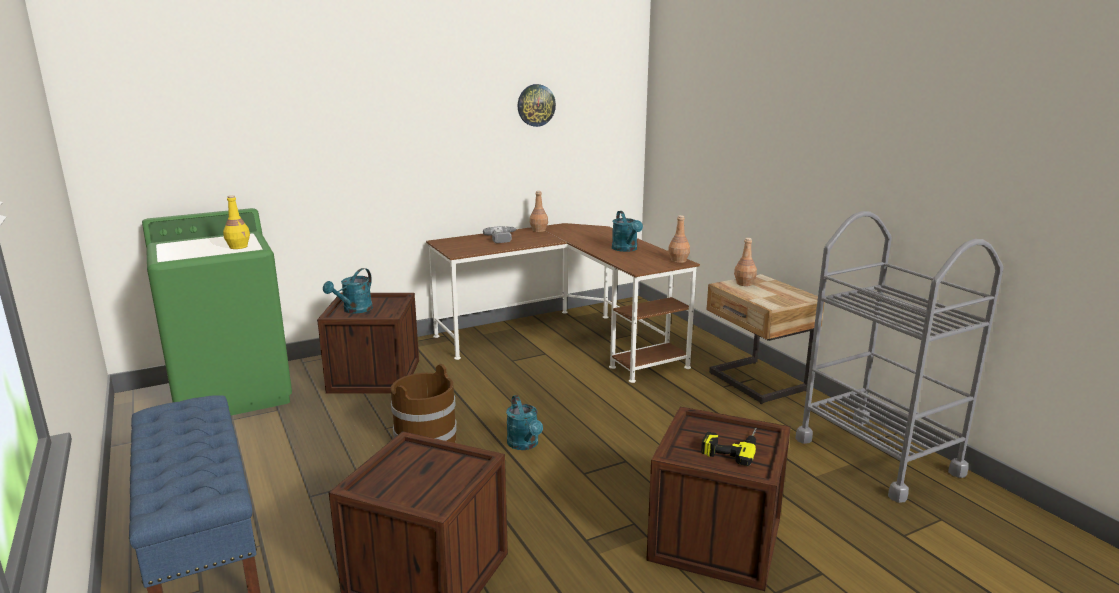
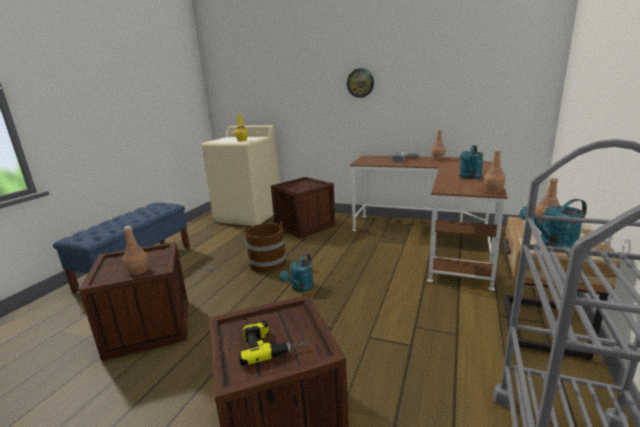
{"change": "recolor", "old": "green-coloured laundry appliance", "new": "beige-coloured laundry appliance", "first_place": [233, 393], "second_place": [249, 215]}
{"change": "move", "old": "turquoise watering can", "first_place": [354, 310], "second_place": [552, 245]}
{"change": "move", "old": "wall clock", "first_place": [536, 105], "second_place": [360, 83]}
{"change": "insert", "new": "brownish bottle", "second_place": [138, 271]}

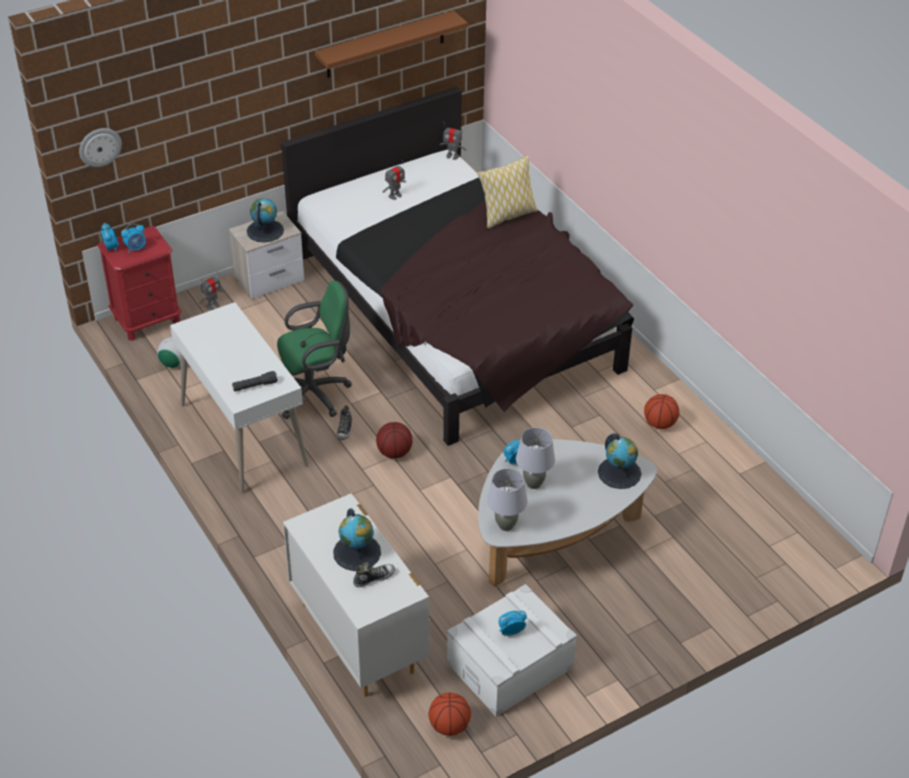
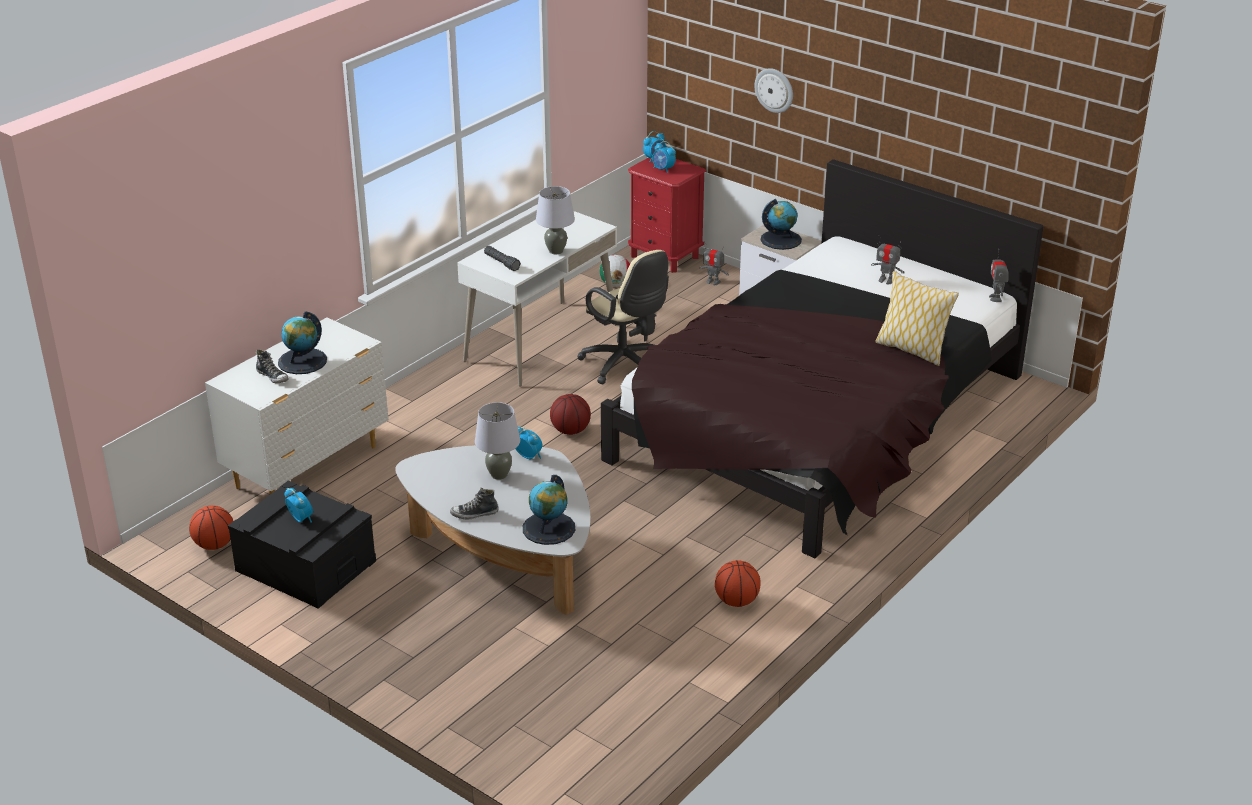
{"change": "move", "old": "wall clock", "first_place": [99, 146], "second_place": [774, 90]}
{"change": "recolor", "old": "green-coloured desk chair", "new": "beige-coloured desk chair", "first_place": [315, 394], "second_place": [626, 366]}
{"change": "delete", "old": "brownish bracket shelf", "first_place": [385, 45]}
{"change": "move", "old": "item of footwear", "first_place": [344, 430], "second_place": [474, 514]}
{"change": "recolor", "old": "white-coloured storage box", "new": "blackish storage box", "first_place": [510, 665], "second_place": [305, 566]}
{"change": "move", "old": "grey lamp for a table", "first_place": [505, 525], "second_place": [555, 251]}

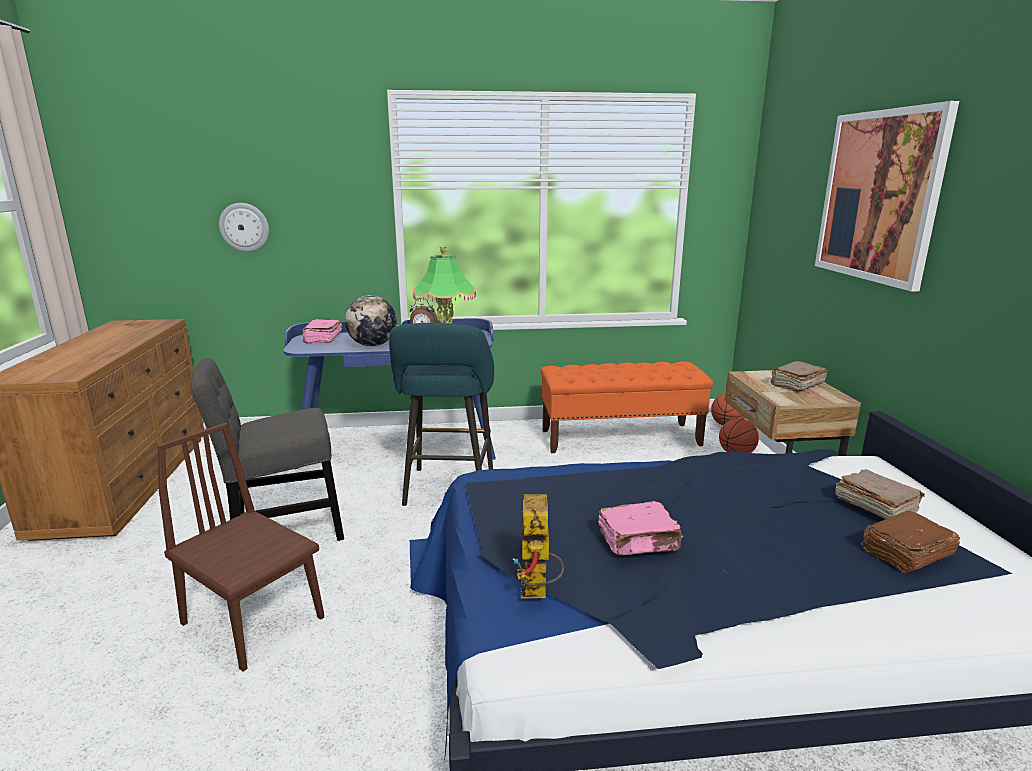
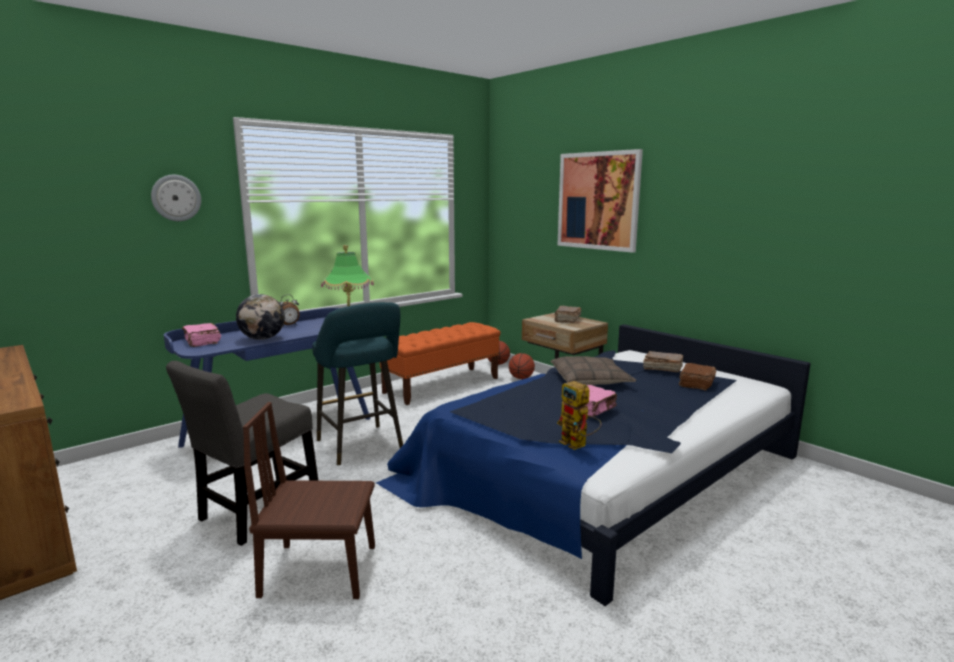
{"change": "move", "old": "wall clock", "first_place": [244, 227], "second_place": [176, 198]}
{"change": "insert", "new": "cushion", "second_place": [590, 380]}

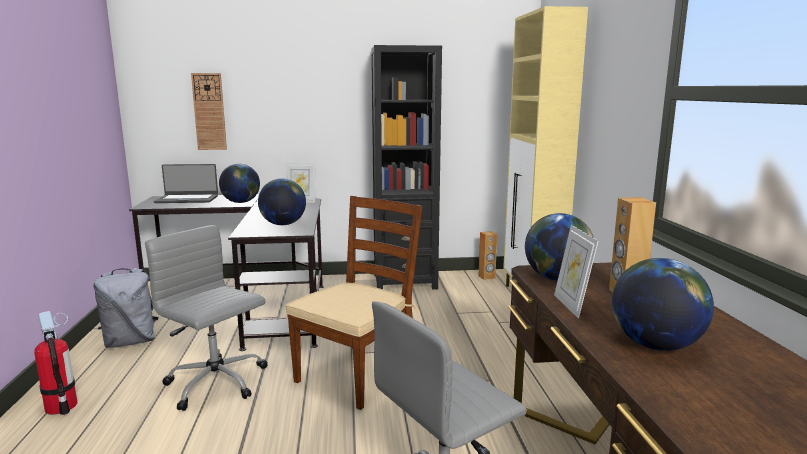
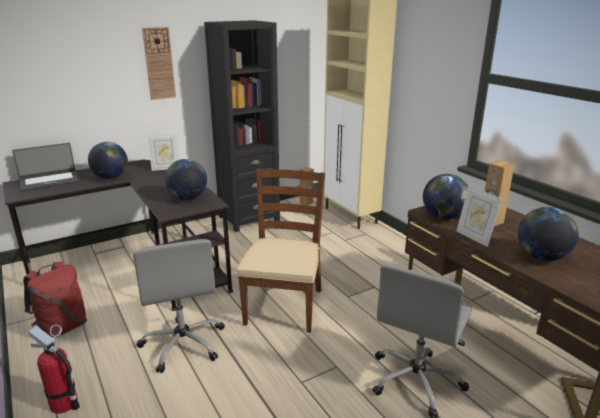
{"change": "recolor", "old": "grey knapsack", "new": "reddish knapsack", "first_place": [131, 341], "second_place": [62, 328]}
{"change": "rotate", "old": "grey desk chair", "first_place": [217, 383], "second_place": [183, 343], "degrees": -120}
{"change": "move", "old": "wall clock", "first_place": [209, 112], "second_place": [159, 63]}

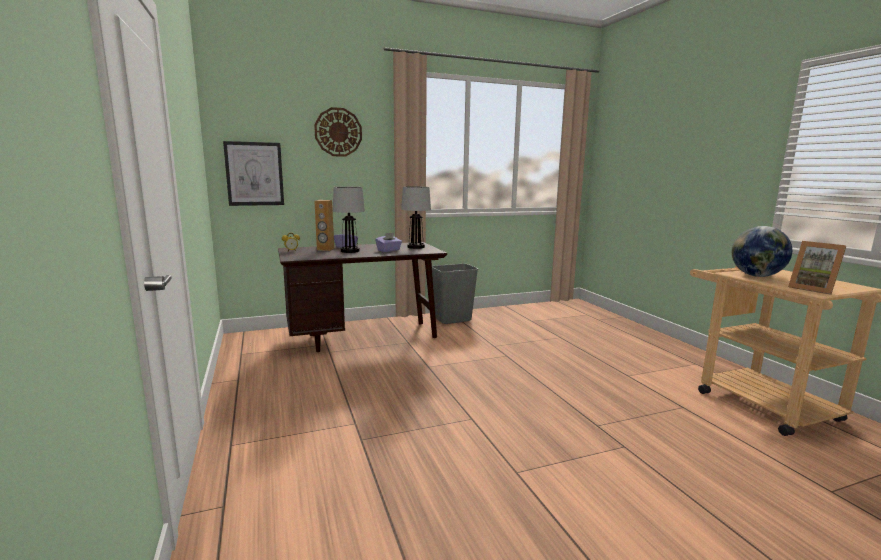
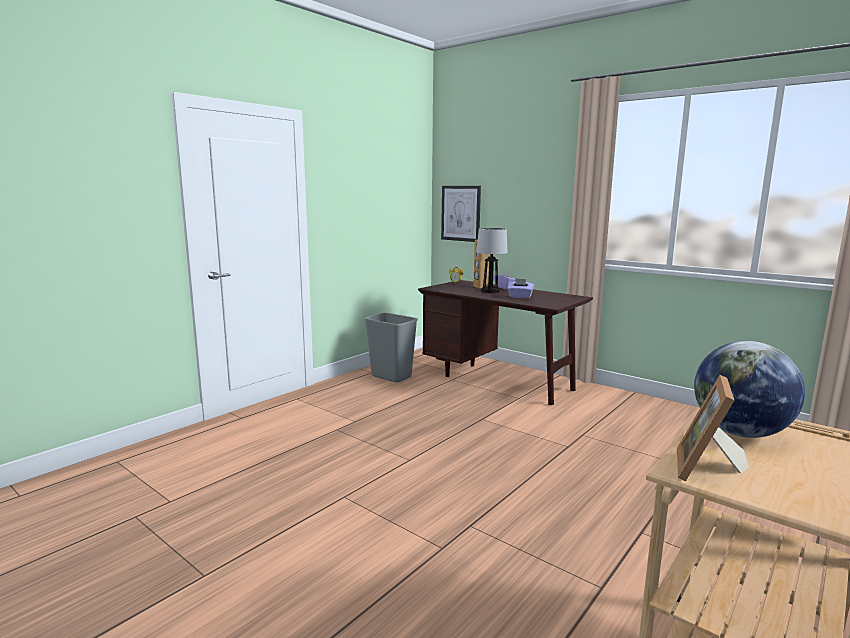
{"change": "delete", "old": "wall clock", "first_place": [338, 132]}
{"change": "delete", "old": "lamp for a table", "first_place": [416, 247]}
{"change": "move", "old": "grey rubbish bin", "first_place": [453, 320], "second_place": [392, 377]}

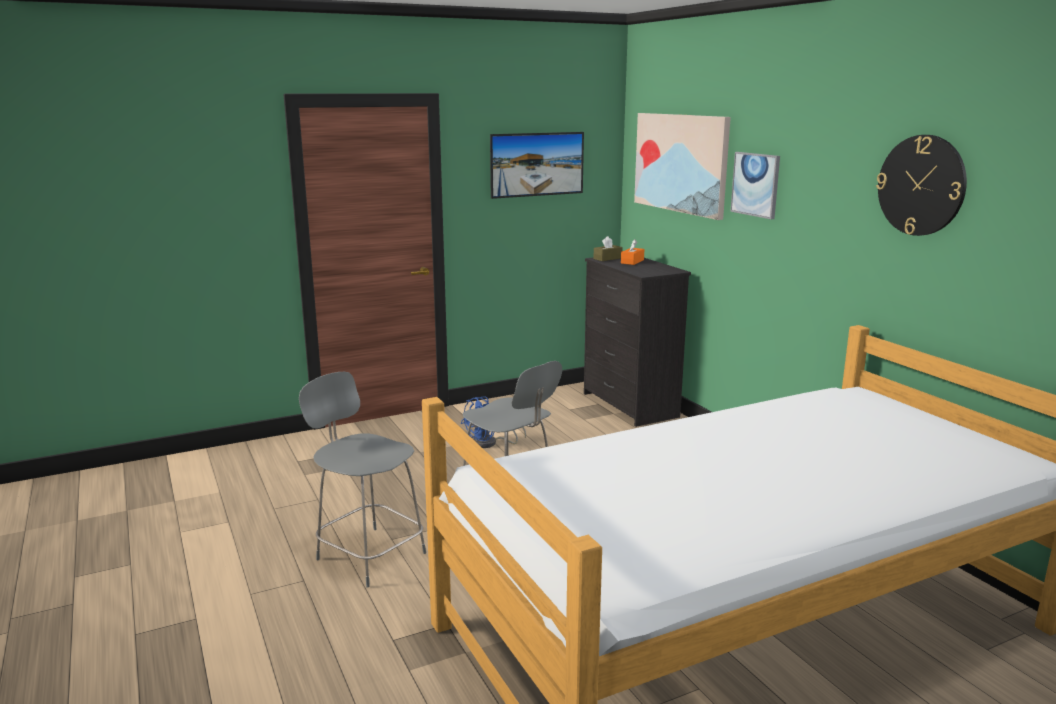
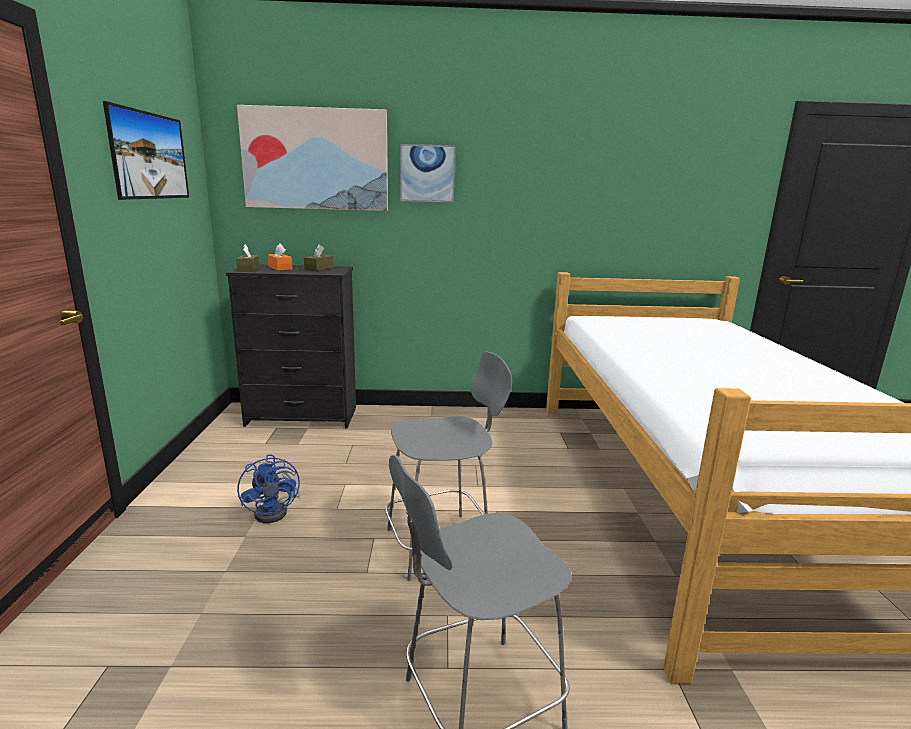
{"change": "delete", "old": "wall clock", "first_place": [921, 185]}
{"change": "insert", "new": "brownish tissue box", "second_place": [319, 269]}

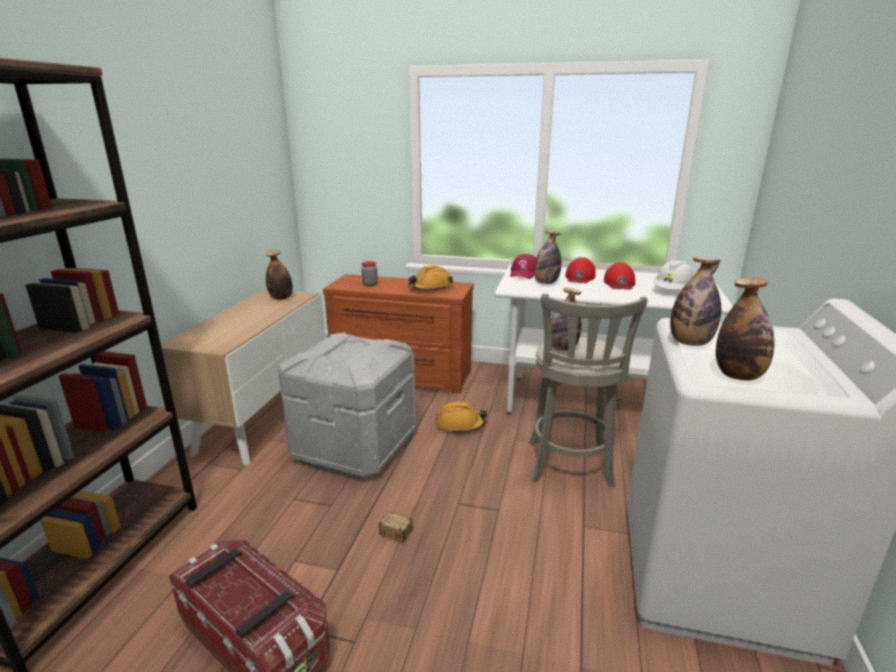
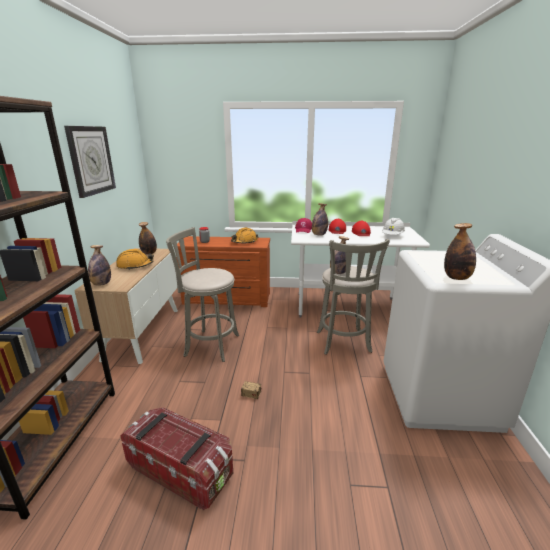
{"change": "replace", "old": "grey storage box", "new": "grey stool seat", "first_place": [354, 446], "second_place": [209, 345]}
{"change": "move", "old": "orangey safety helmet", "first_place": [459, 425], "second_place": [135, 266]}
{"change": "move", "old": "bottle", "first_place": [690, 343], "second_place": [101, 284]}
{"change": "insert", "new": "wall clock", "second_place": [91, 160]}

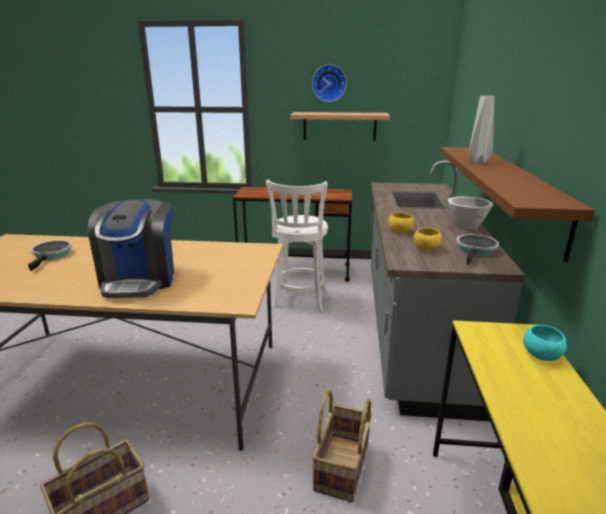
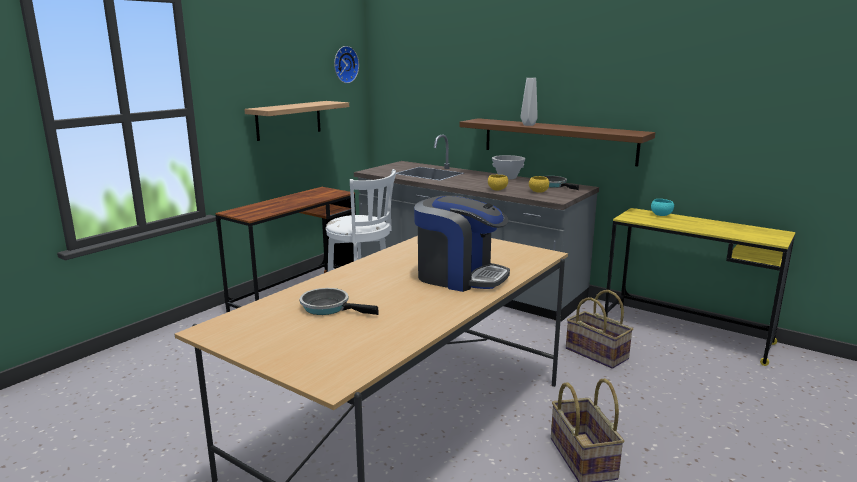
{"change": "move", "old": "wall clock", "first_place": [329, 83], "second_place": [344, 64]}

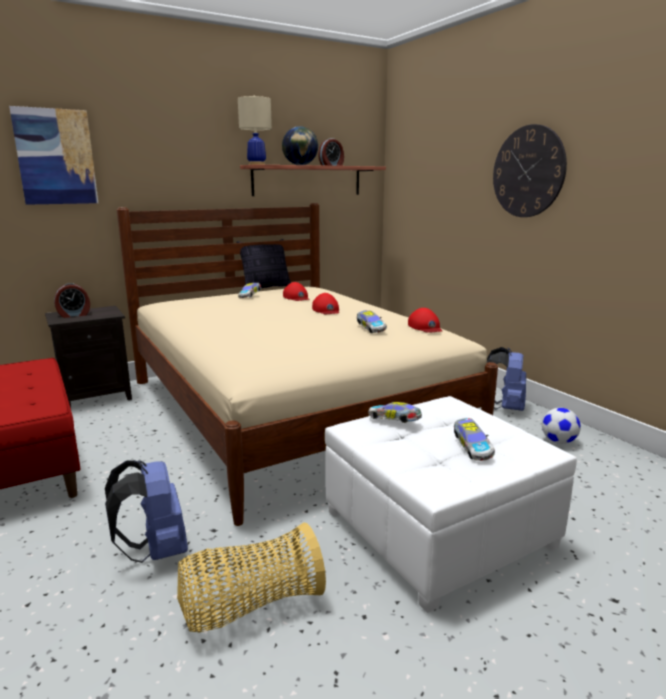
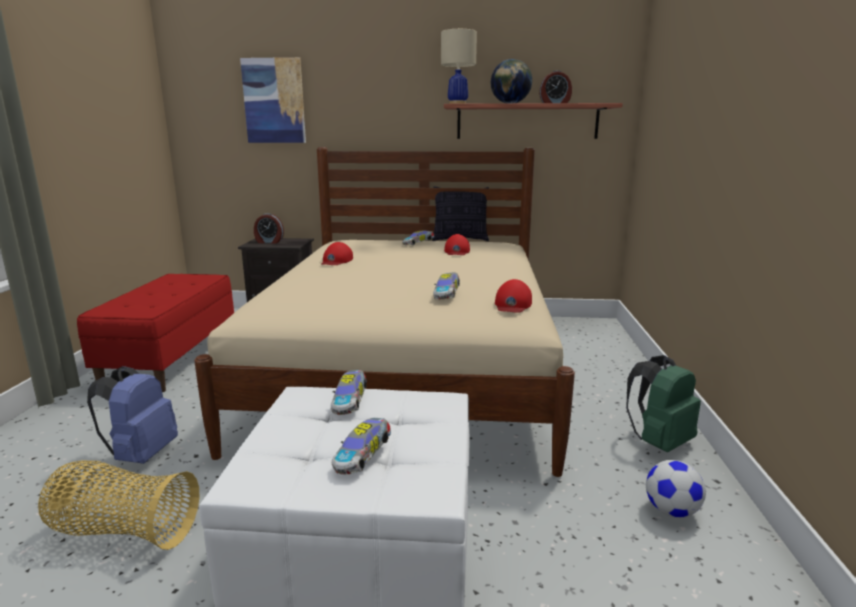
{"change": "move", "old": "reddish peaked cap", "first_place": [326, 310], "second_place": [336, 261]}
{"change": "rotate", "old": "miniature car", "first_place": [395, 421], "second_place": [350, 401], "degrees": -150}
{"change": "recolor", "old": "blue-coloured knapsack", "new": "green-coloured knapsack", "first_place": [505, 408], "second_place": [659, 442]}
{"change": "delete", "old": "wall clock", "first_place": [528, 172]}

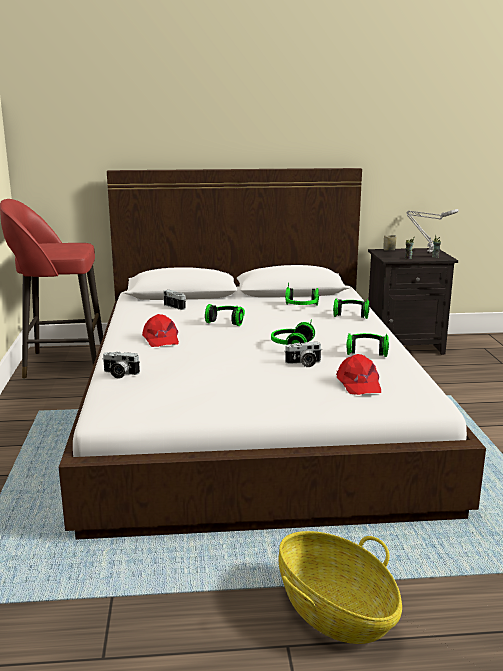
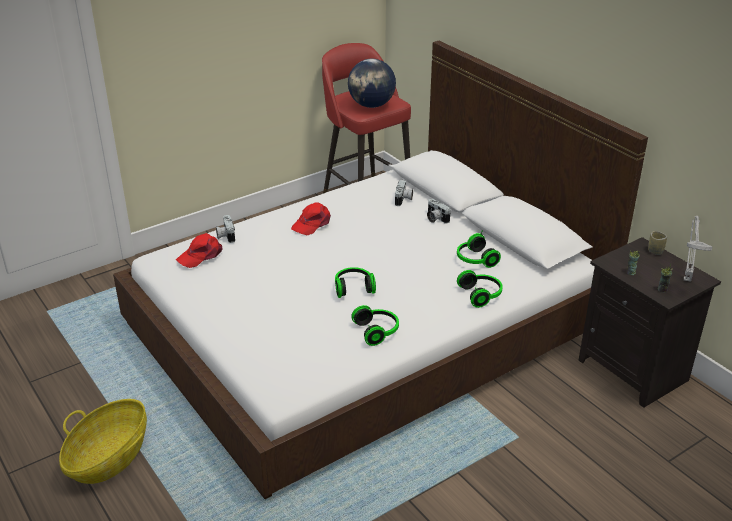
{"change": "delete", "old": "pair of headphones", "first_place": [227, 321]}
{"change": "move", "old": "still camera", "first_place": [303, 363], "second_place": [435, 218]}
{"change": "move", "old": "reddish peaked cap", "first_place": [358, 384], "second_place": [201, 255]}
{"change": "insert", "new": "globe", "second_place": [372, 105]}

